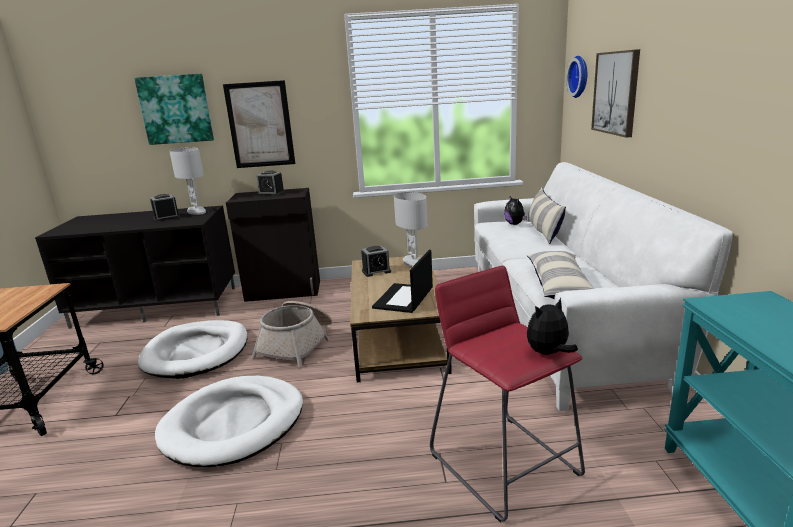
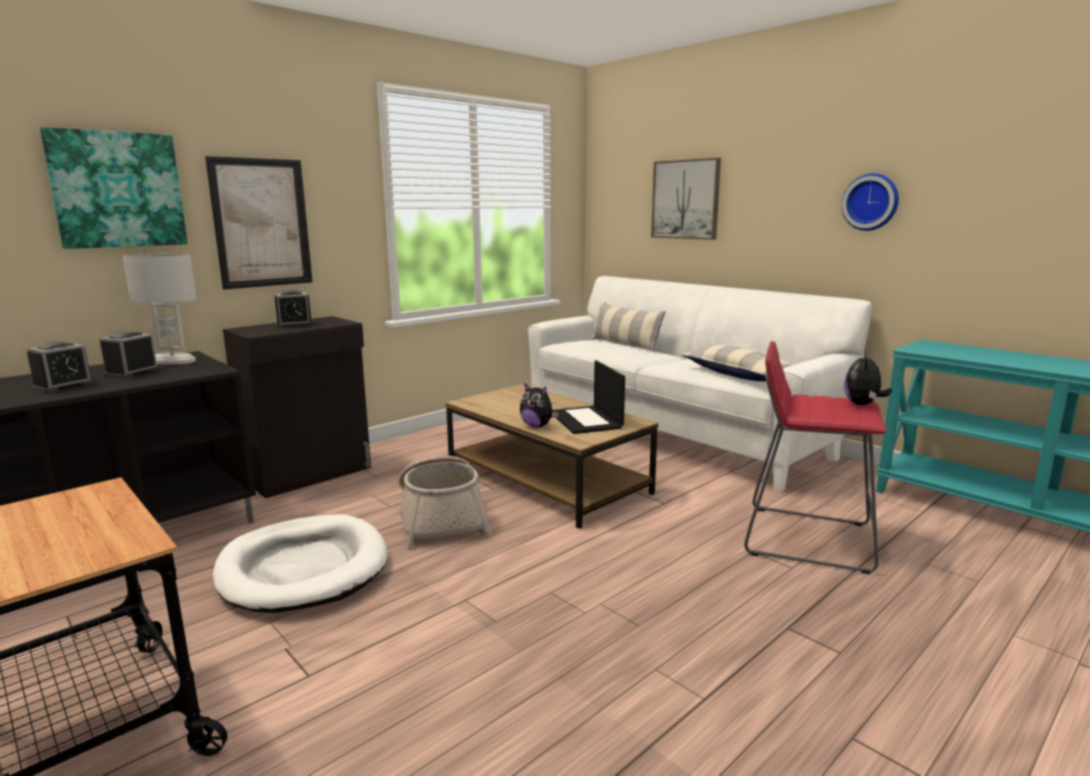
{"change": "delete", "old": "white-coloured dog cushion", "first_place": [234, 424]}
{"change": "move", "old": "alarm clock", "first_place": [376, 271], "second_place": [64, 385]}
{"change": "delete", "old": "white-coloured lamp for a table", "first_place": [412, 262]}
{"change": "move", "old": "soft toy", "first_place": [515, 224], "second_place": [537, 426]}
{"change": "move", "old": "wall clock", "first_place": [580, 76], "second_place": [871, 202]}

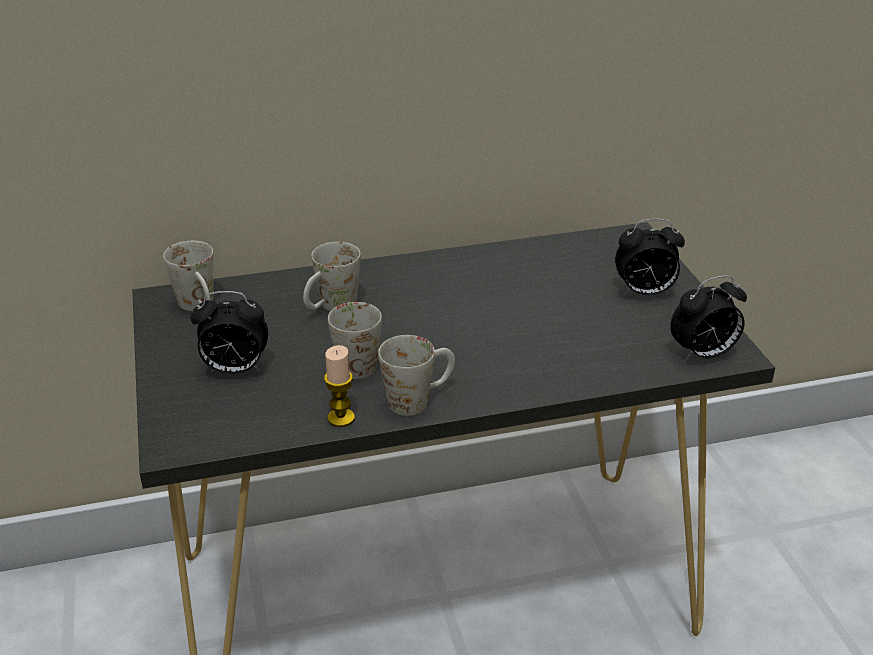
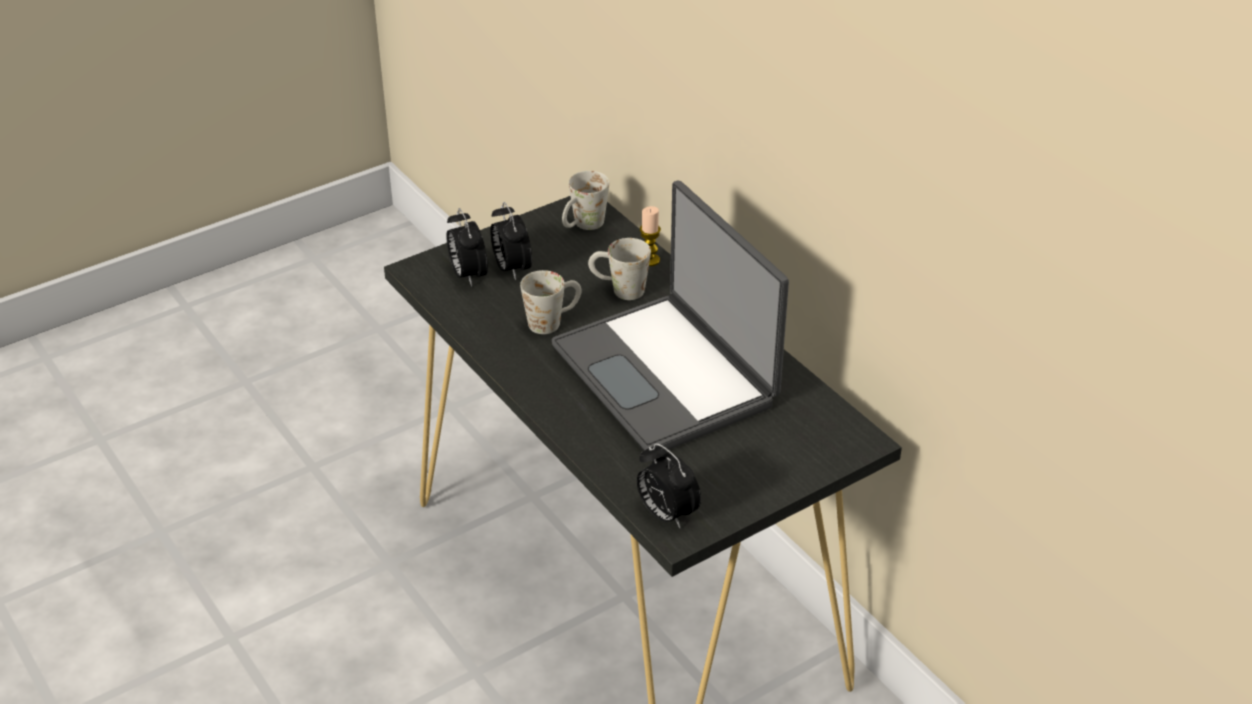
{"change": "move", "old": "candle", "first_place": [341, 418], "second_place": [649, 260]}
{"change": "delete", "old": "white-coloured mug", "first_place": [419, 399]}
{"change": "move", "old": "alarm clock", "first_place": [644, 293], "second_place": [468, 275]}
{"change": "insert", "new": "laptop", "second_place": [667, 375]}

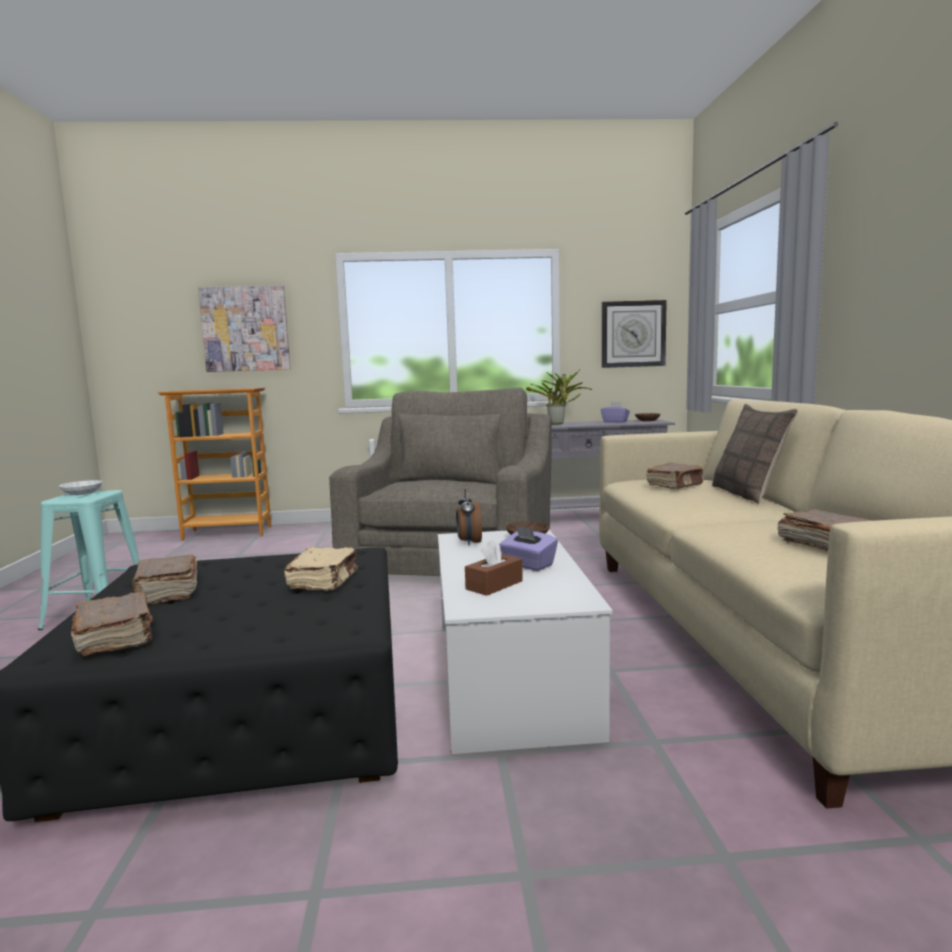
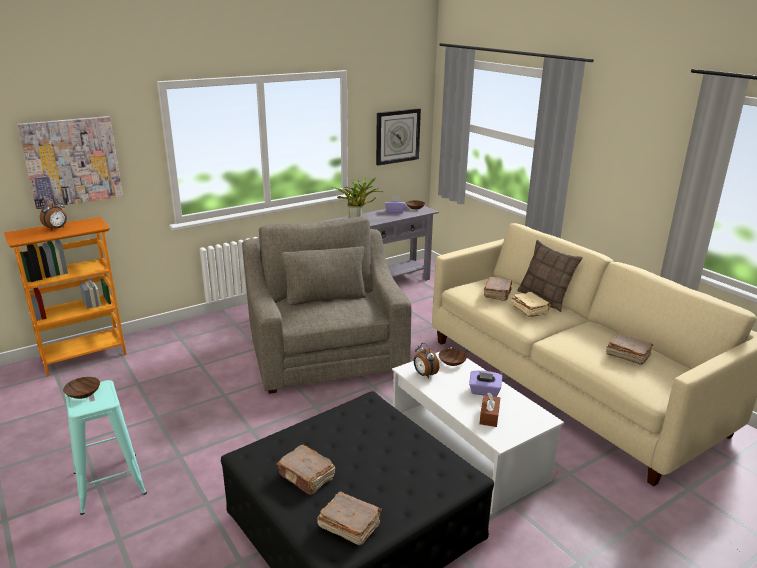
{"change": "recolor", "old": "white-coloured deep dish", "new": "brownish deep dish", "first_place": [82, 493], "second_place": [84, 393]}
{"change": "move", "old": "beige-coloured bound book", "first_place": [324, 581], "second_place": [529, 310]}
{"change": "insert", "new": "alarm clock", "second_place": [57, 228]}

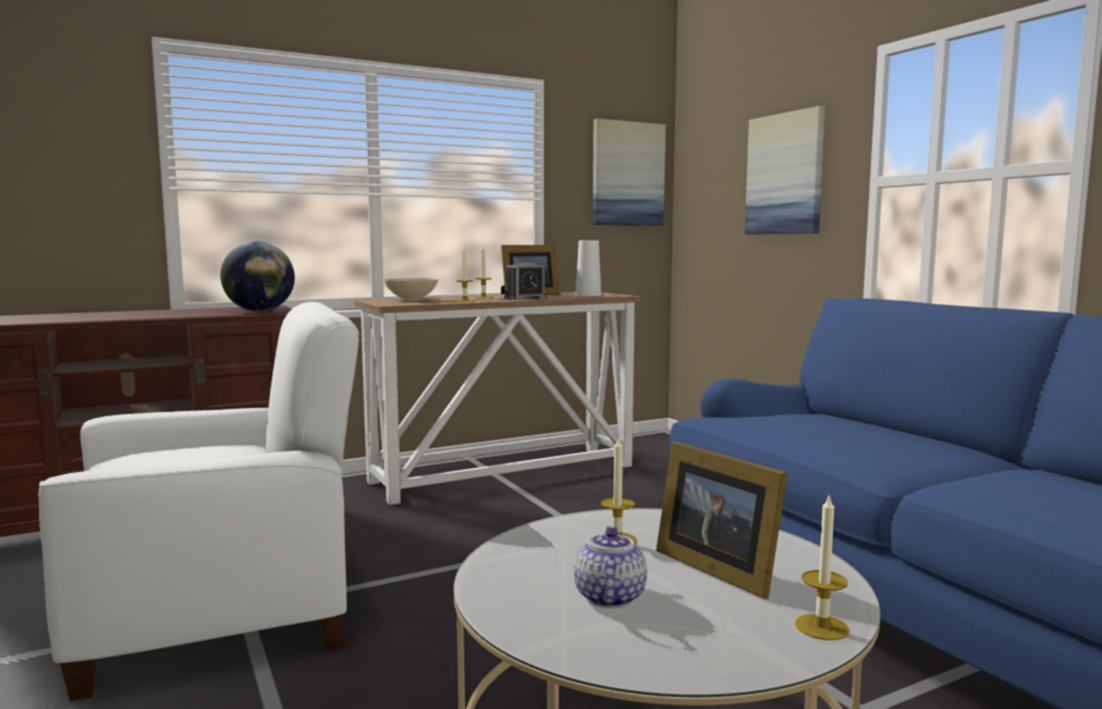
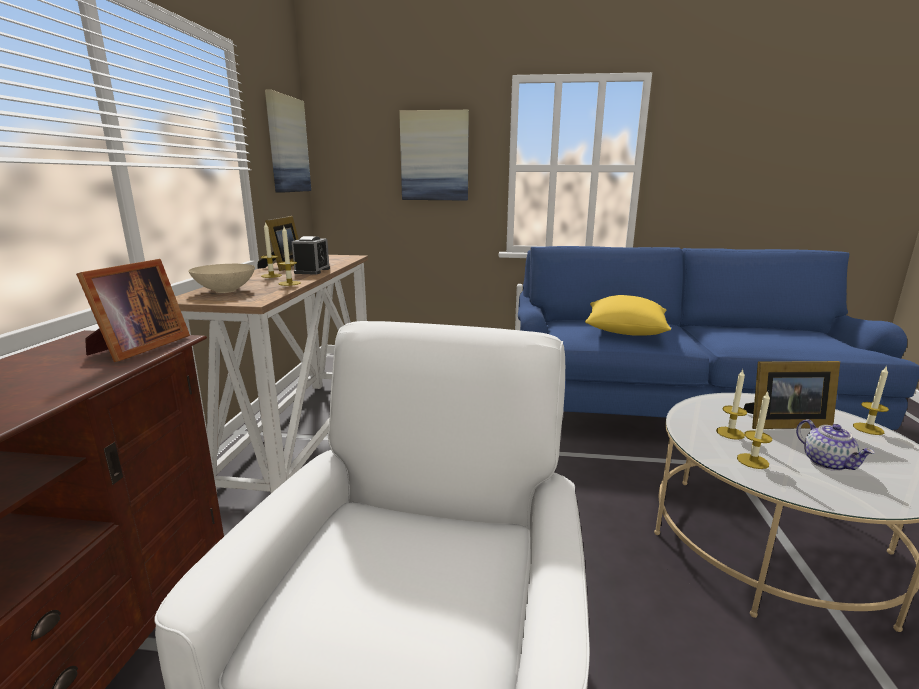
{"change": "replace", "old": "globe", "new": "picture frame", "first_place": [259, 311], "second_place": [137, 348]}
{"change": "rotate", "old": "tea pot", "first_place": [608, 597], "second_place": [828, 463], "degrees": -150}
{"change": "delete", "old": "white-coloured decorative vase", "first_place": [588, 295]}
{"change": "insert", "new": "yellow-coloured cushion", "second_place": [625, 332]}
{"change": "insert", "new": "candle", "second_place": [752, 461]}

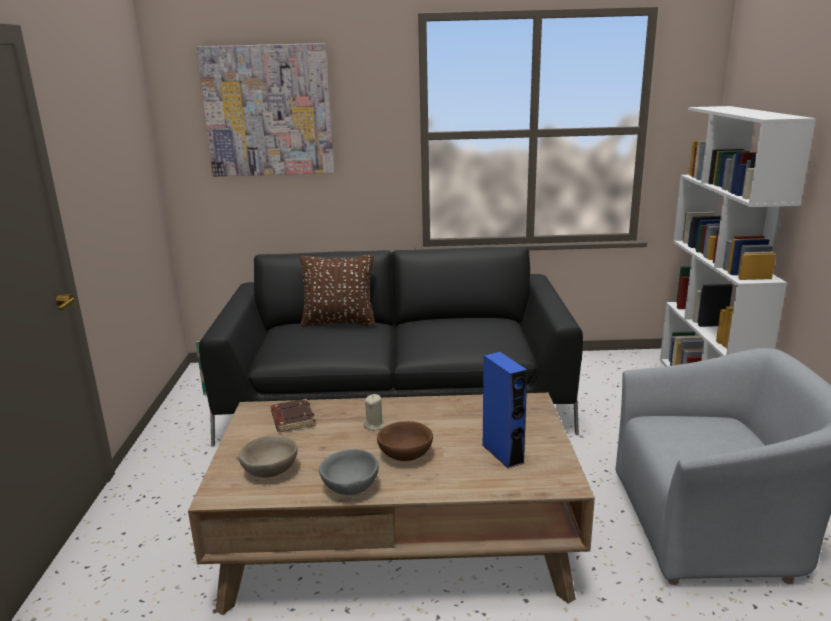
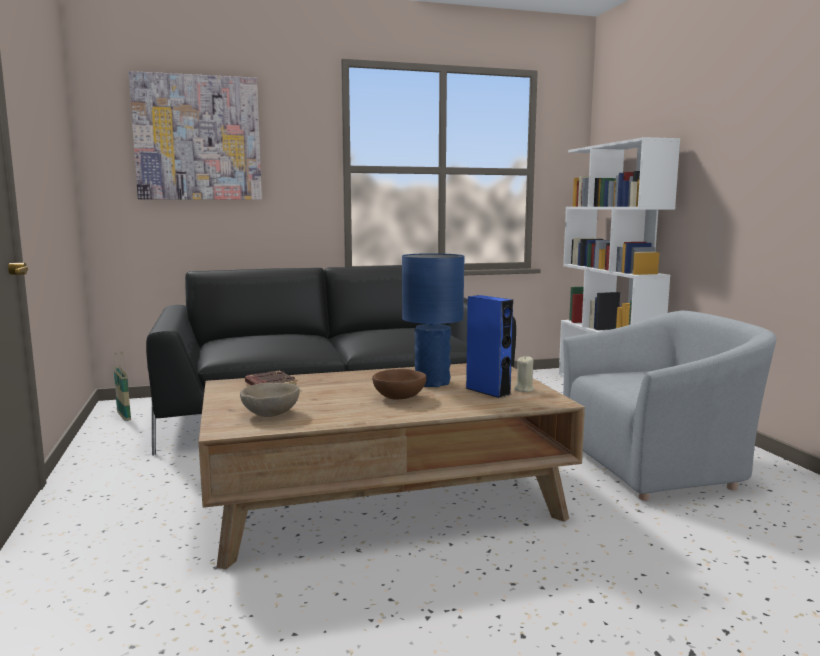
{"change": "delete", "old": "brownish cushion", "first_place": [339, 323]}
{"change": "delete", "old": "grey deep dish", "first_place": [349, 487]}
{"change": "move", "old": "beige-coloured candle", "first_place": [374, 425], "second_place": [524, 389]}
{"change": "insert", "new": "blue-coloured lamp for a table", "second_place": [432, 383]}

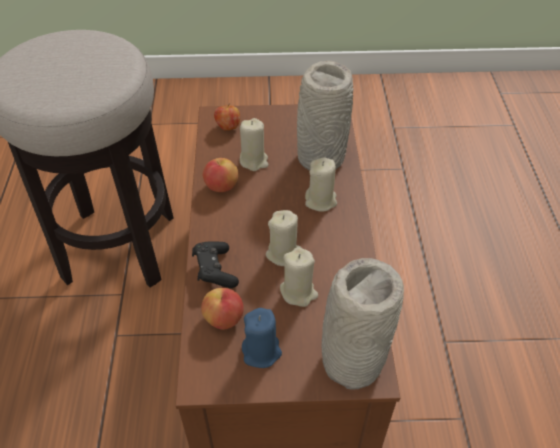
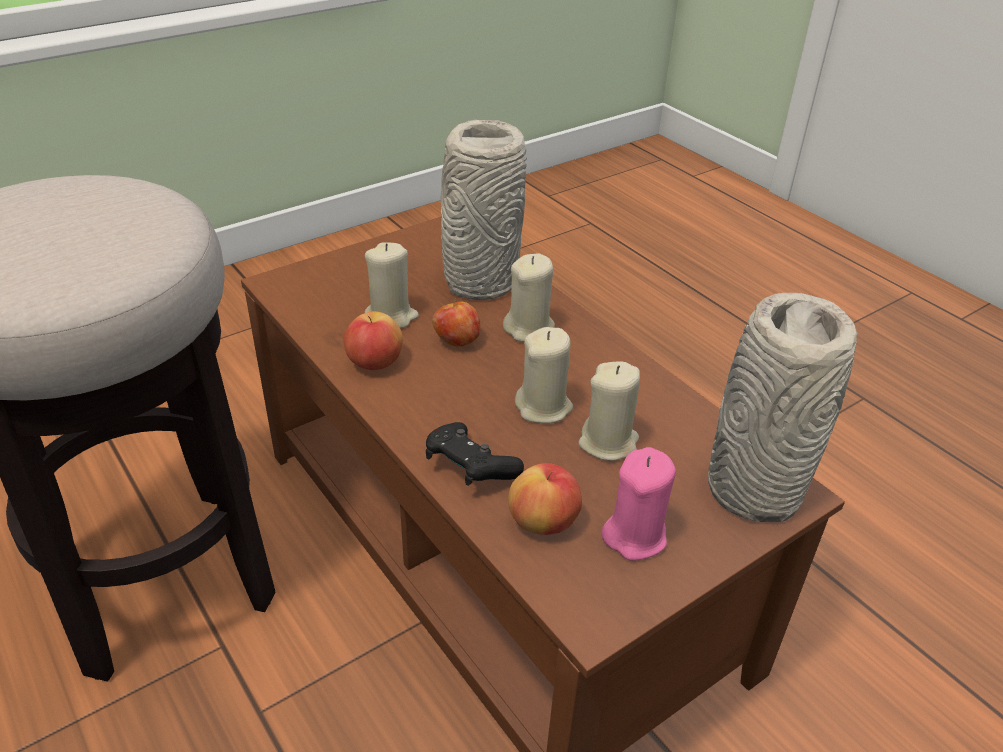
{"change": "move", "old": "apple", "first_place": [228, 127], "second_place": [456, 342]}
{"change": "recolor", "old": "blue-coloured candle", "new": "pinkish candle", "first_place": [261, 351], "second_place": [635, 535]}

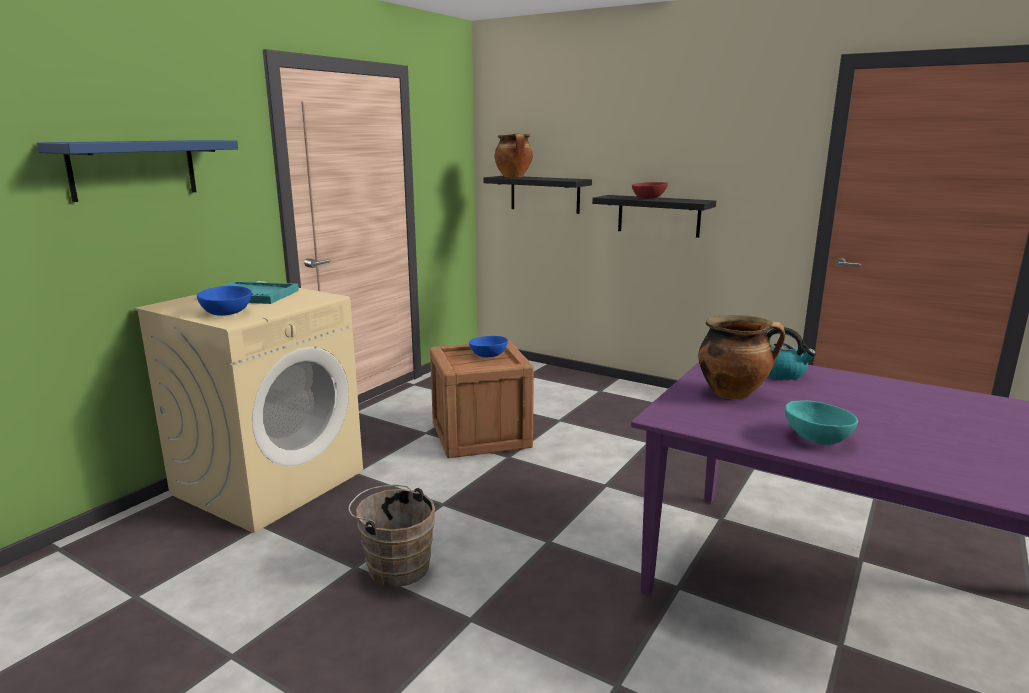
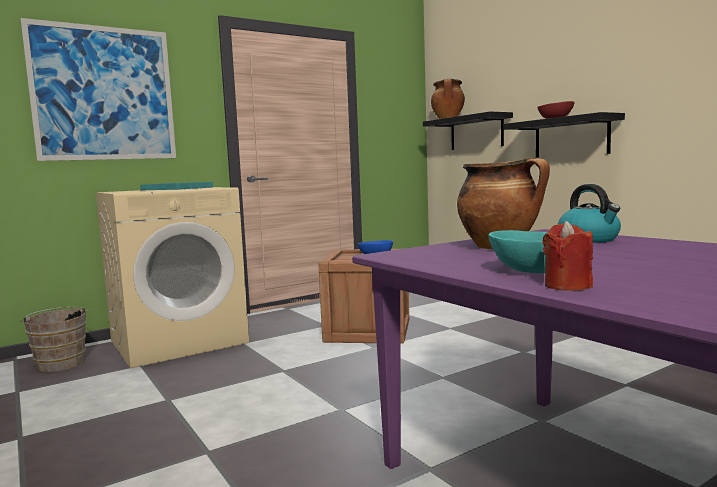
{"change": "replace", "old": "blue-coloured bracket shelf", "new": "wall picture", "first_place": [134, 169], "second_place": [104, 93]}
{"change": "delete", "old": "blue-coloured deep dish", "first_place": [226, 313]}
{"change": "move", "old": "brownish bucket", "first_place": [395, 566], "second_place": [61, 363]}
{"change": "insert", "new": "reddish candle", "second_place": [567, 286]}

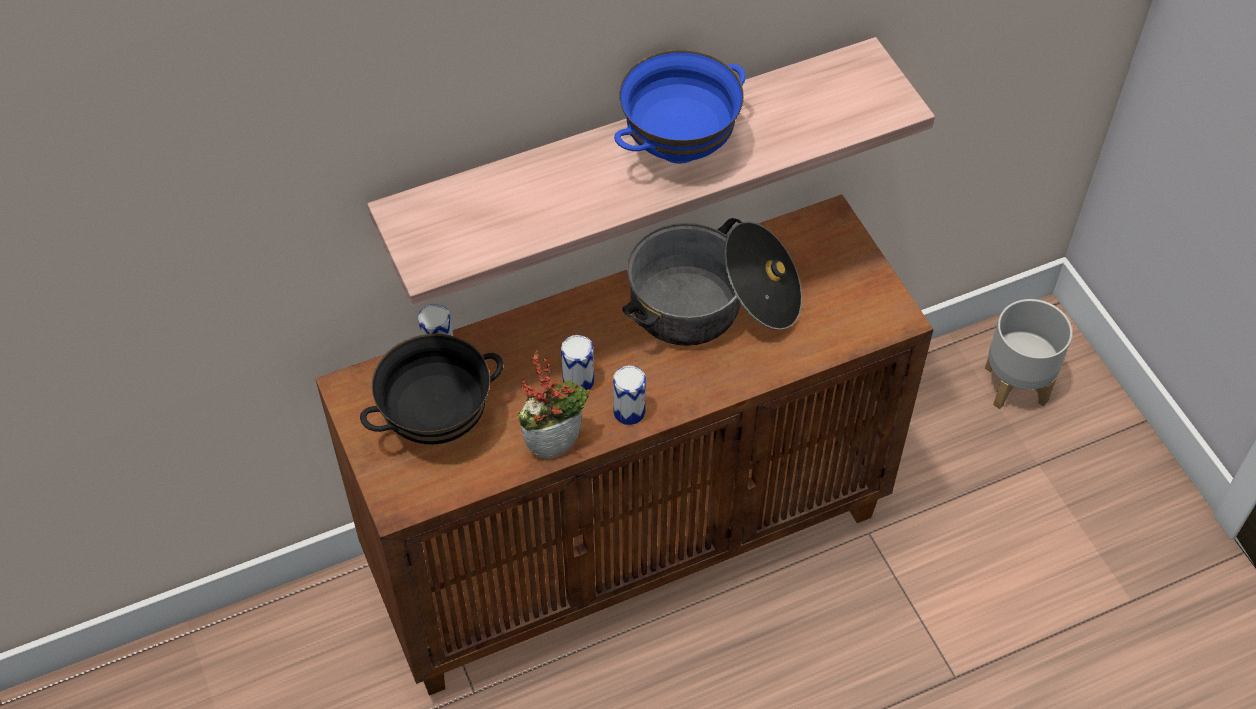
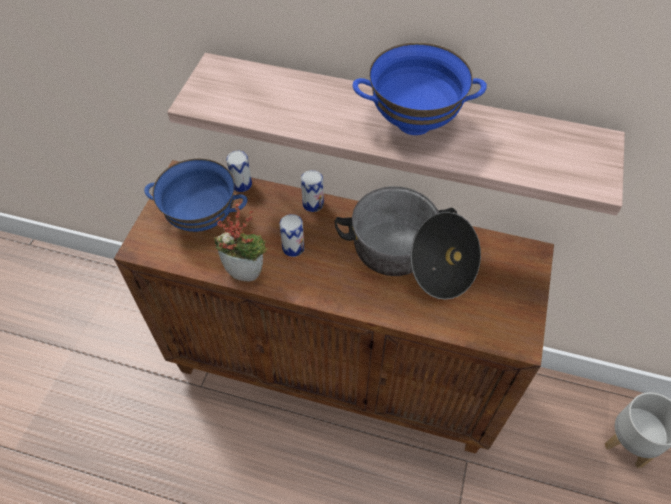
{"change": "recolor", "old": "blackish deep dish", "new": "blue-coloured deep dish", "first_place": [437, 420], "second_place": [203, 219]}
{"change": "move", "old": "can", "first_place": [629, 412], "second_place": [313, 204]}

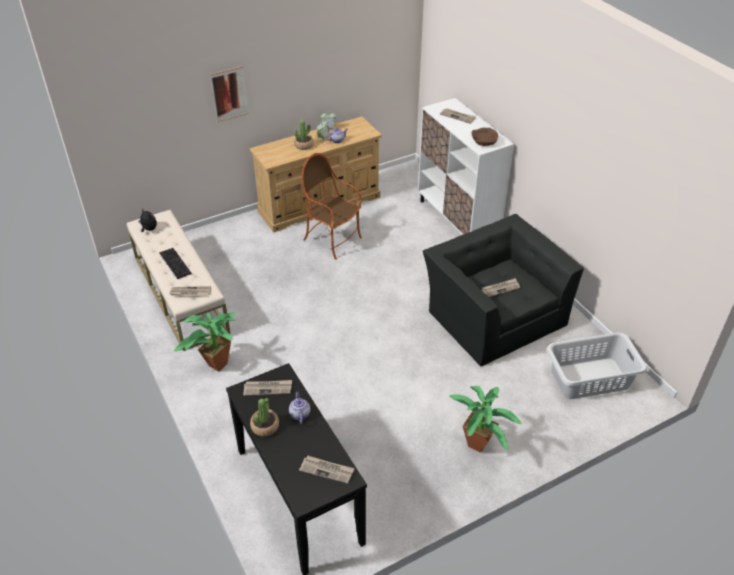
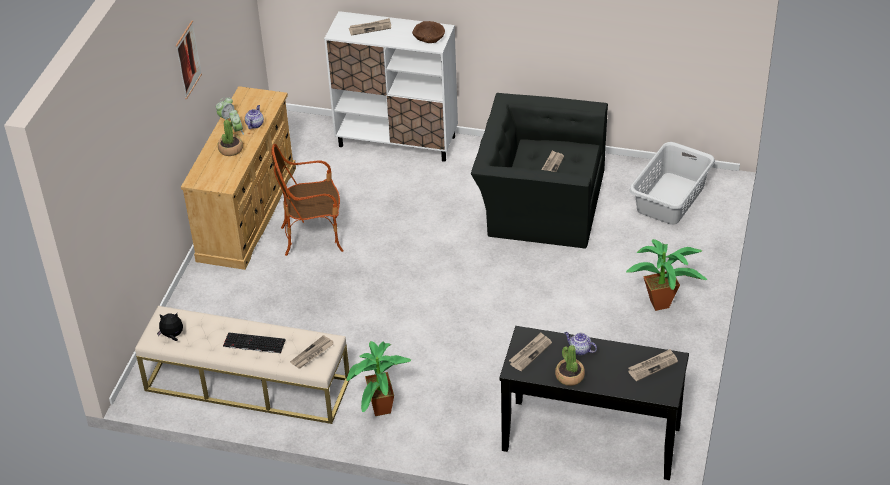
{"change": "move", "old": "wall picture", "first_place": [229, 94], "second_place": [188, 60]}

